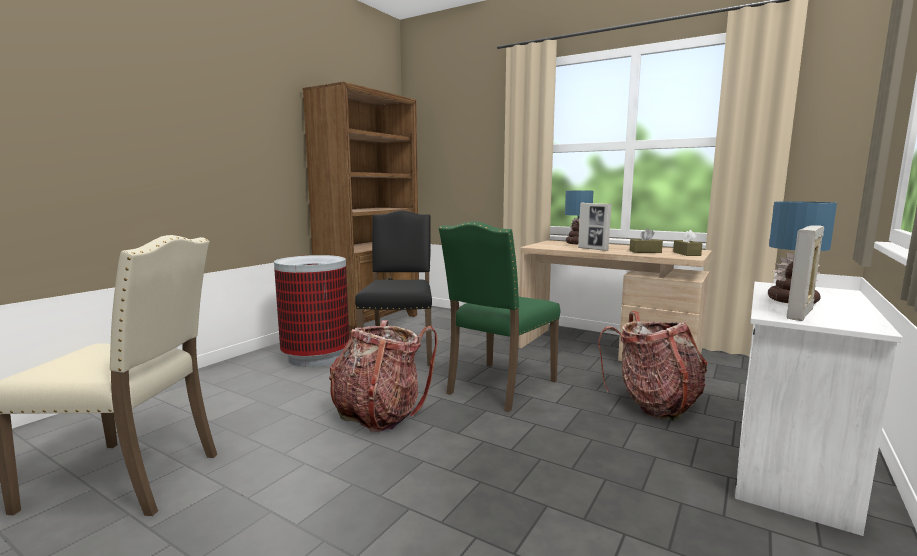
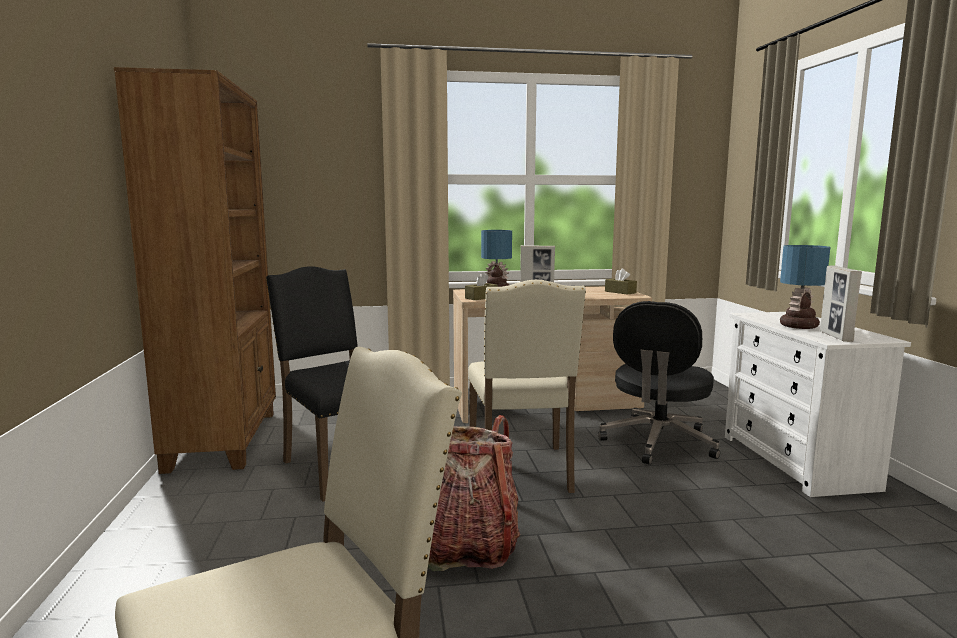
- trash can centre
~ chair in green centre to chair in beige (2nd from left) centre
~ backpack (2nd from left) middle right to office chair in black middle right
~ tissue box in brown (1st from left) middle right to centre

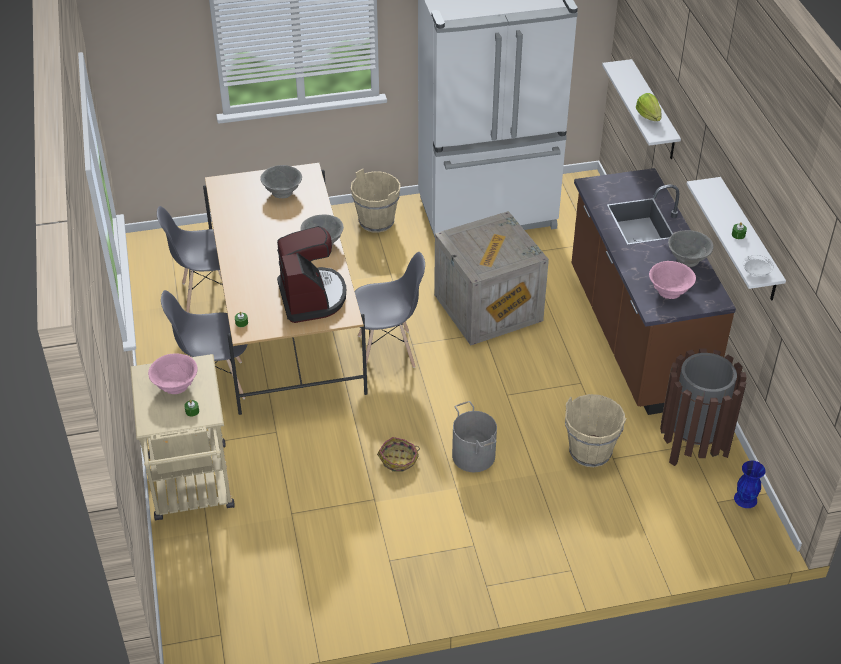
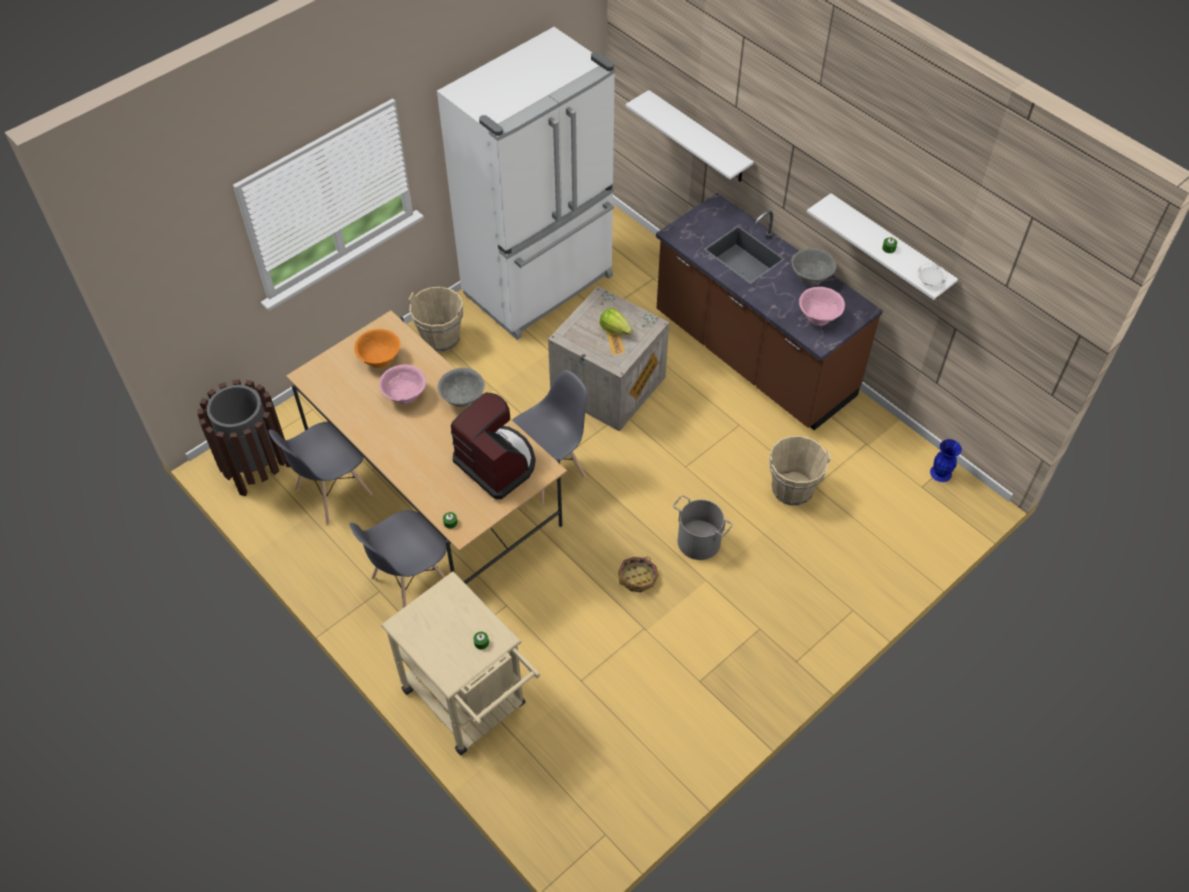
~ bowl in pink (1st from left) middle left to centre
~ bowl in grey (1st from left) top centre to bowl in orange middle left
~ lettuce top right to centre
~ trash can in brown middle right to middle left

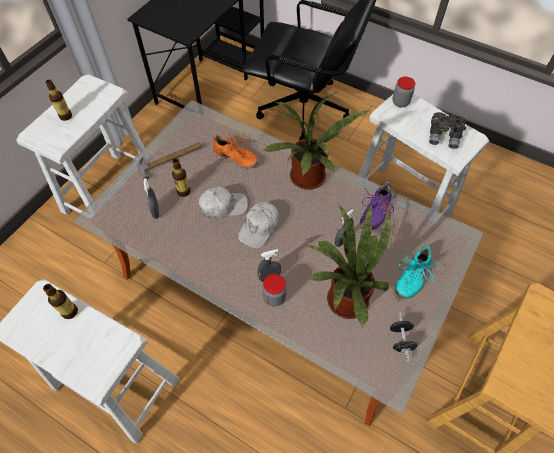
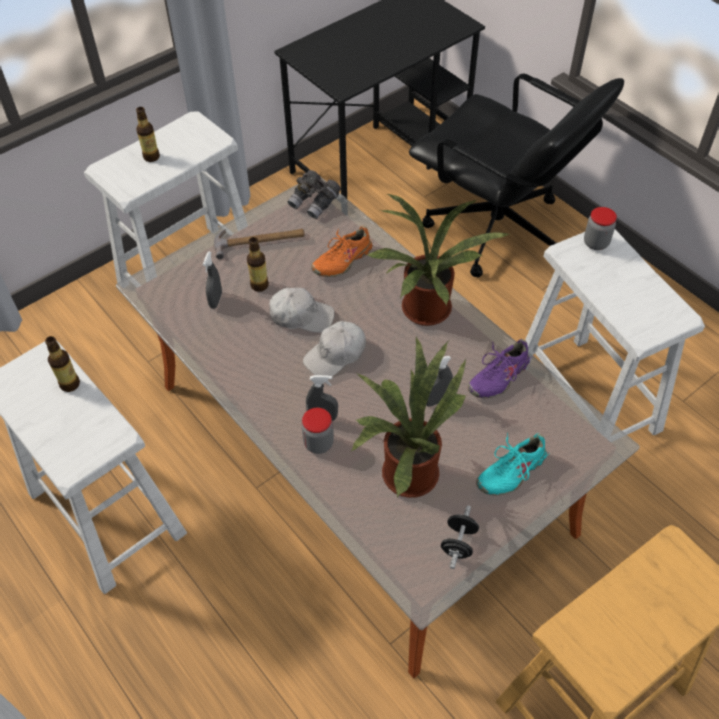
~ shoe in orange top centre = centre 90 degrees clockwise
~ binoculars in grey top right to top centre

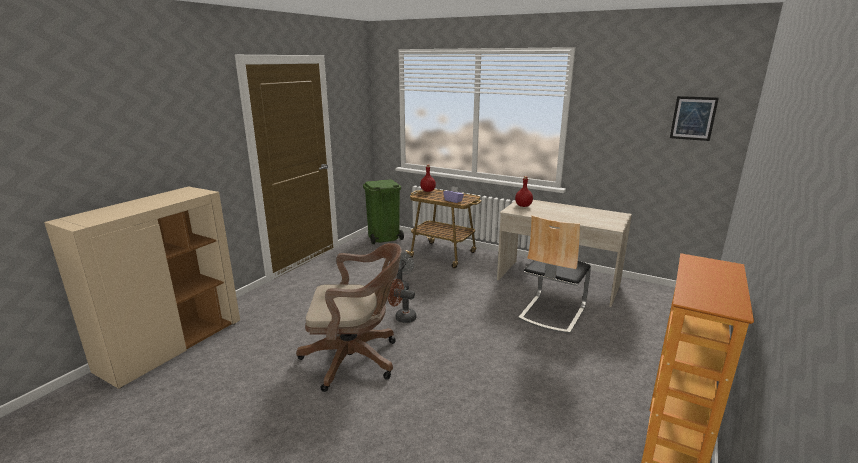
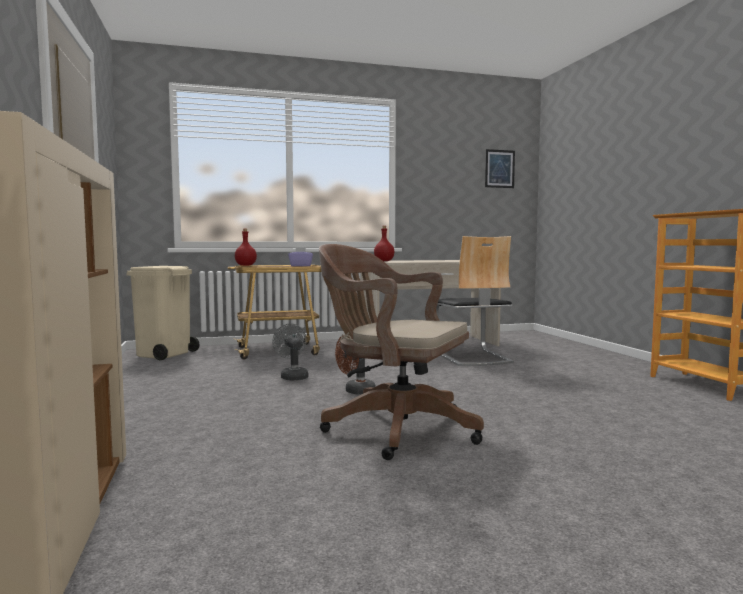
~ office chair in brown bottom centre = centre 105 degrees counterclockwise
~ trash can in green centre to trash can in beige middle left

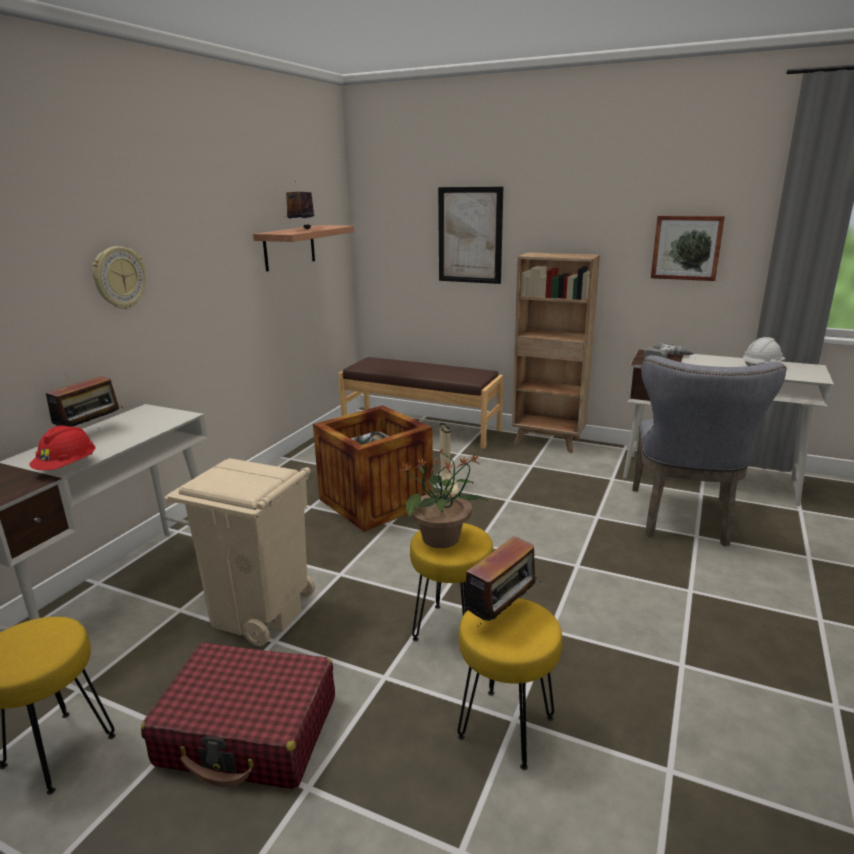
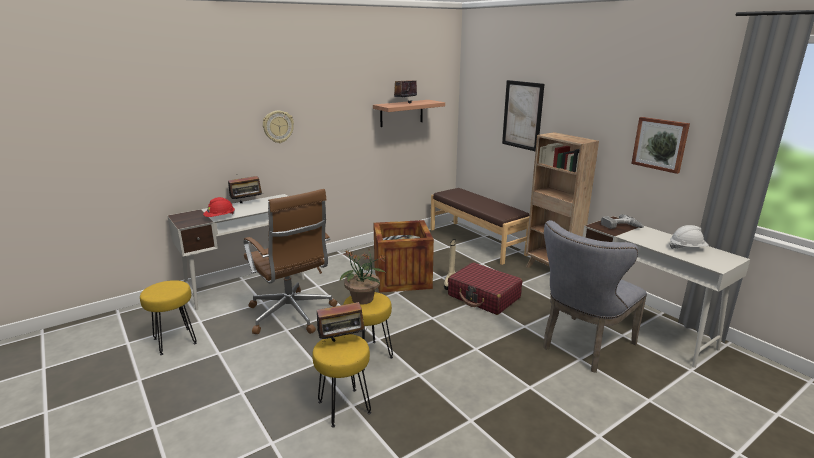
~ suitcase in red bottom left to centre
~ trash can in beige middle left to office chair in brown centre

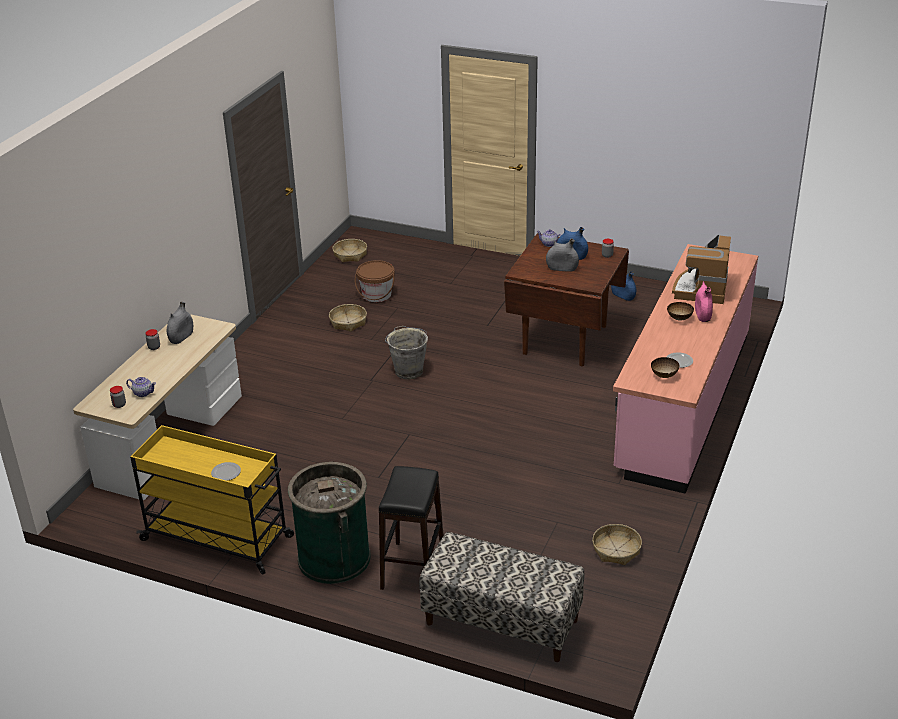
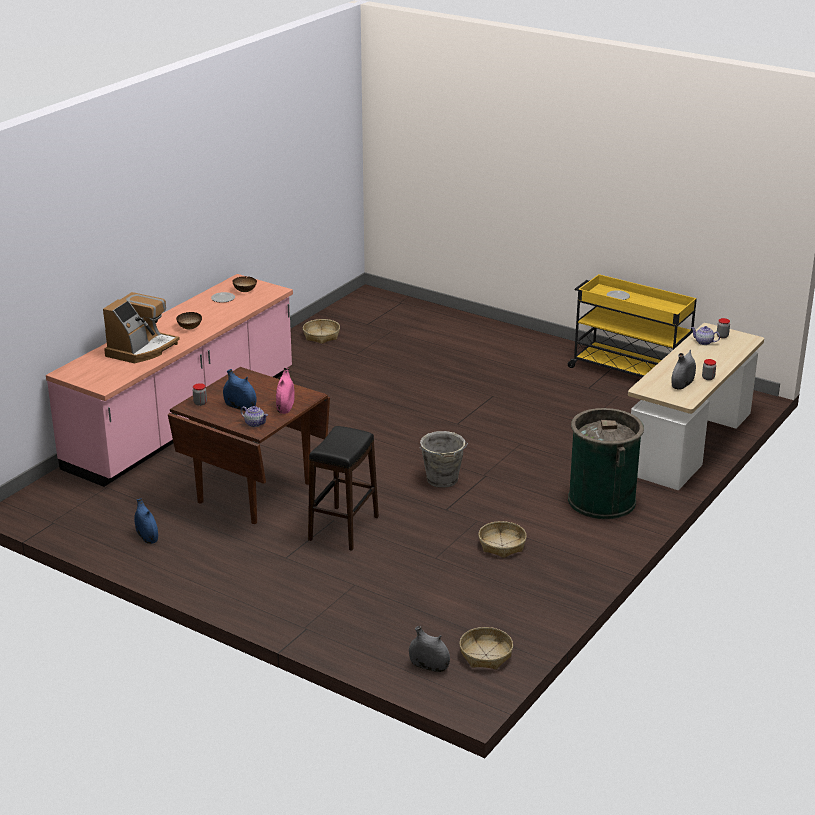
~ trash can in green bottom centre to middle right
- bucket in brown centre
~ stool in black bottom centre to centre
- bench bottom centre
~ vase in grey (2nd from left in the first image) centre to vase in grey (1st from left) bottom centre
~ vase in pink middle right to centre

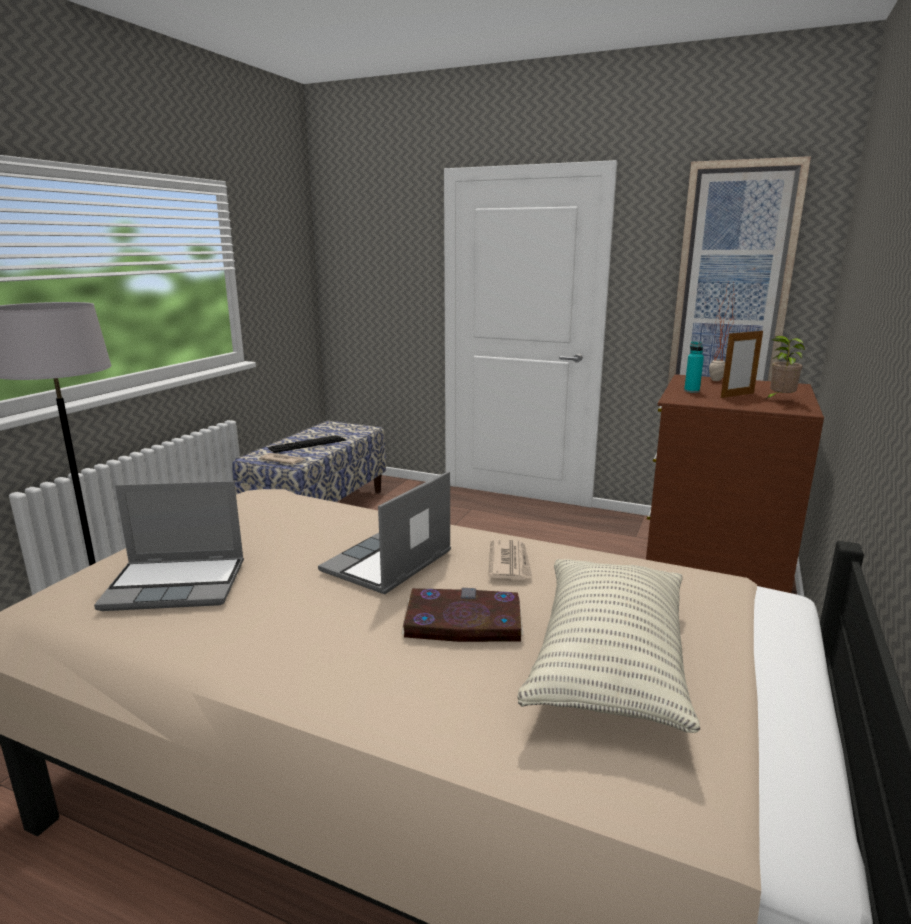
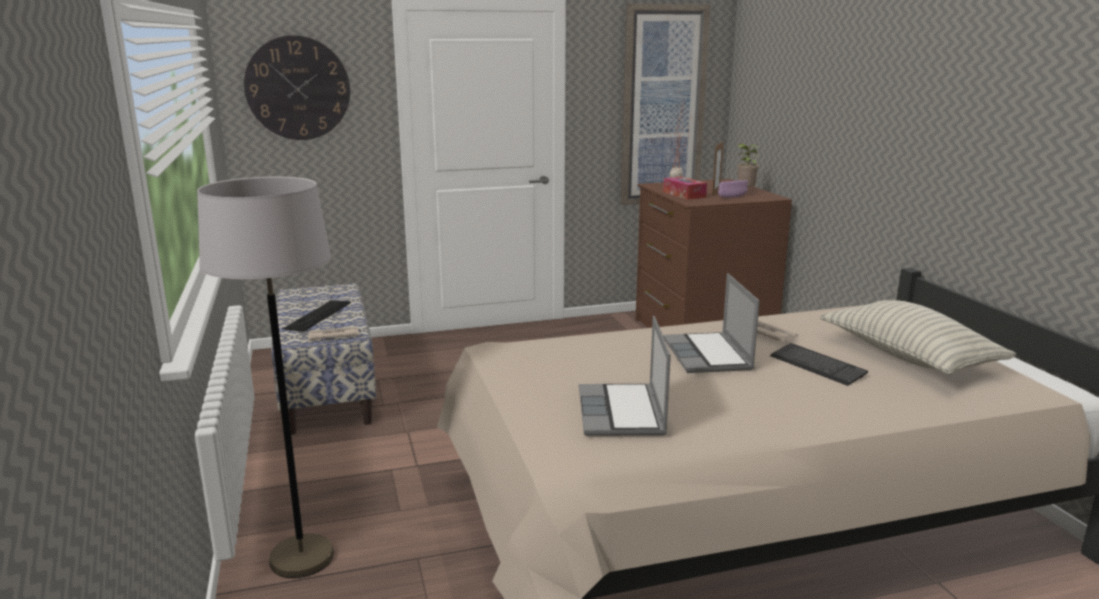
~ laptop (1st from left) middle left = centre 135 degrees clockwise
~ book centre to keyboard (2nd from left) middle right
~ bottle in turquoise middle right to tissue box top centre
+ wall clock top left
+ bowl in purple top right

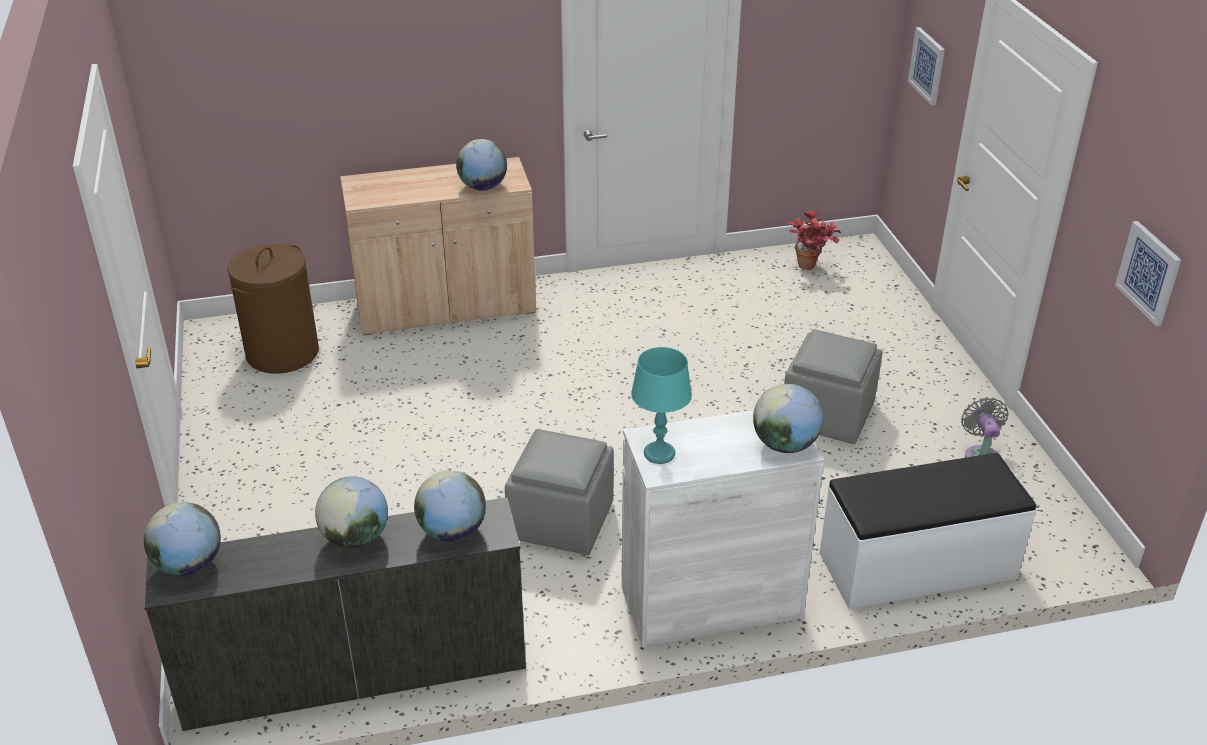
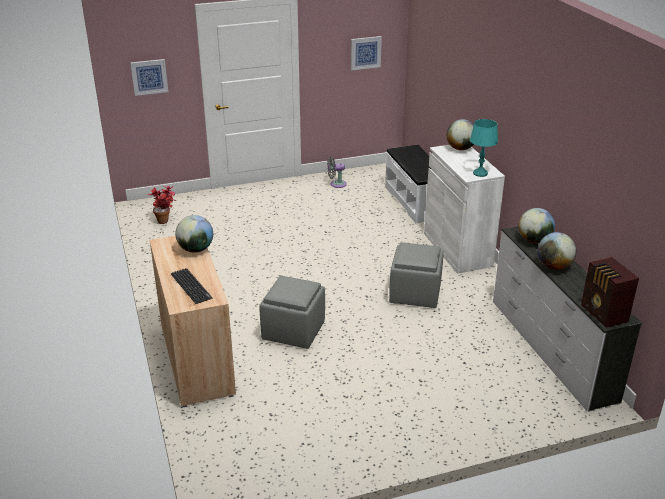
~ globe (1st from left) bottom left to radio middle right
- laundry basket in brown middle left
~ ottoman in grey (2nd from left in the first image) middle right to ottoman in grey (1st from left) centre
+ keyboard middle left

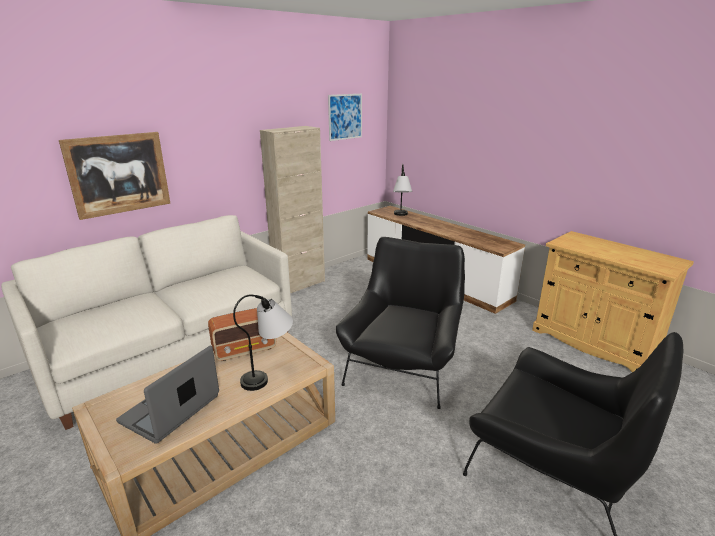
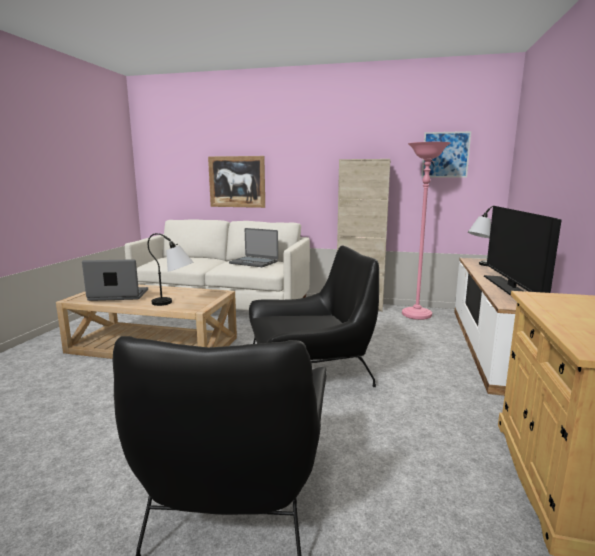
- radio centre
+ laptop (2nd from left) centre
+ floor lamp in pink middle right
+ television middle right

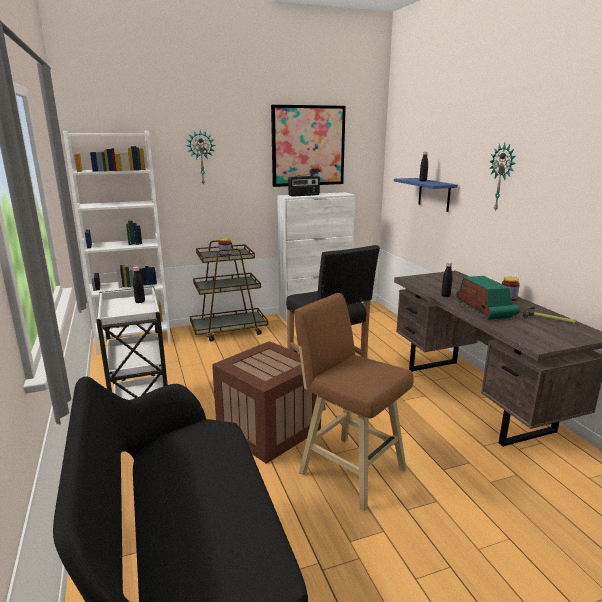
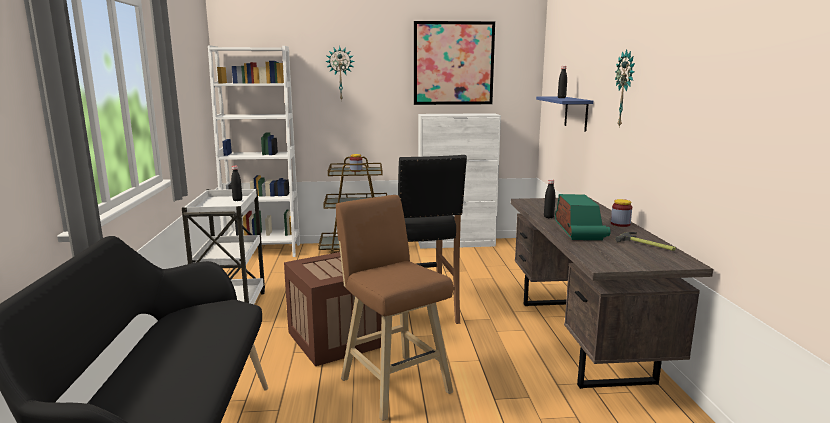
- radio (1st from left) top centre

